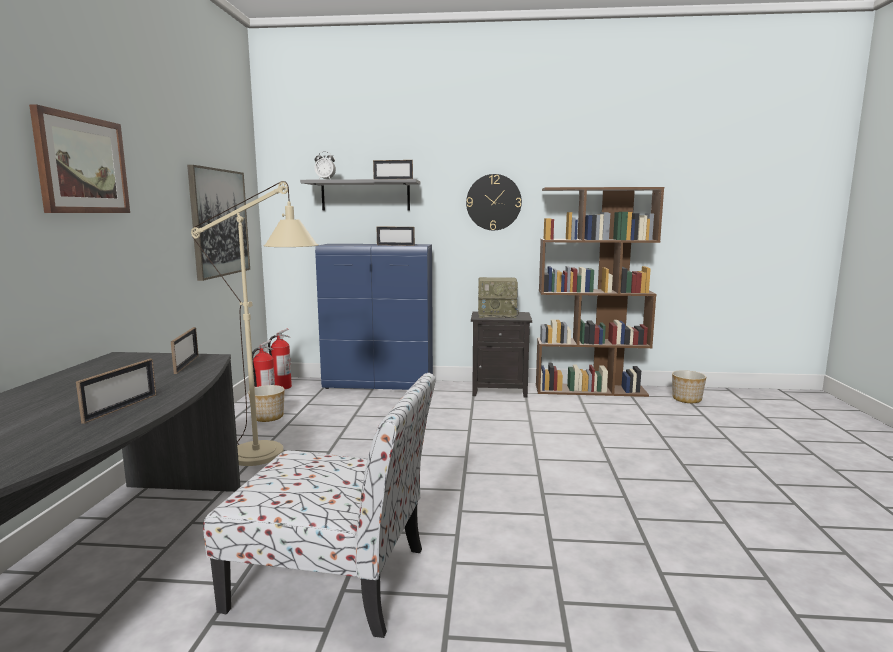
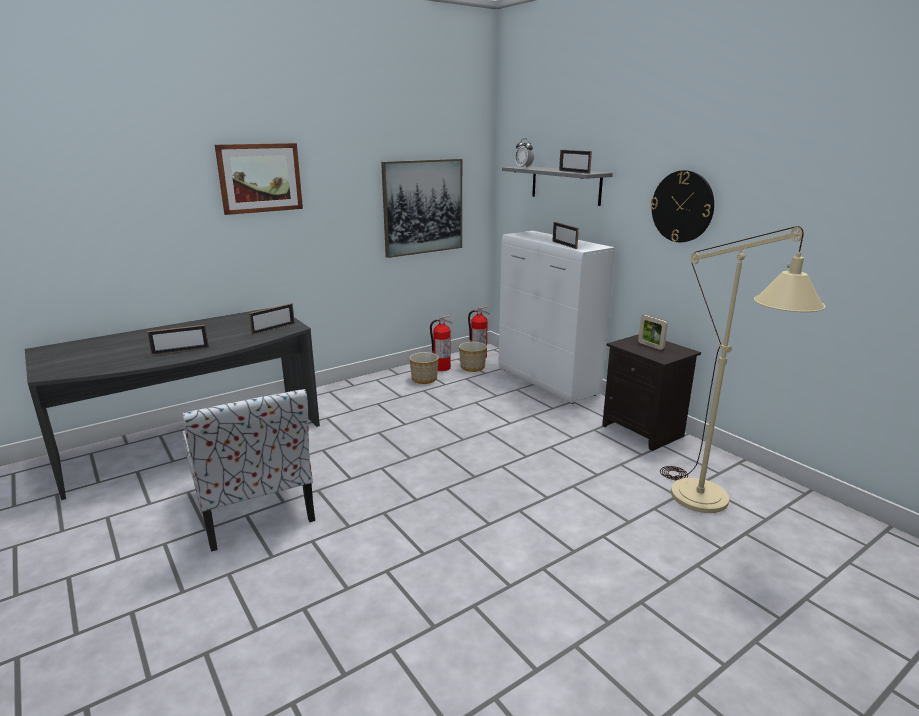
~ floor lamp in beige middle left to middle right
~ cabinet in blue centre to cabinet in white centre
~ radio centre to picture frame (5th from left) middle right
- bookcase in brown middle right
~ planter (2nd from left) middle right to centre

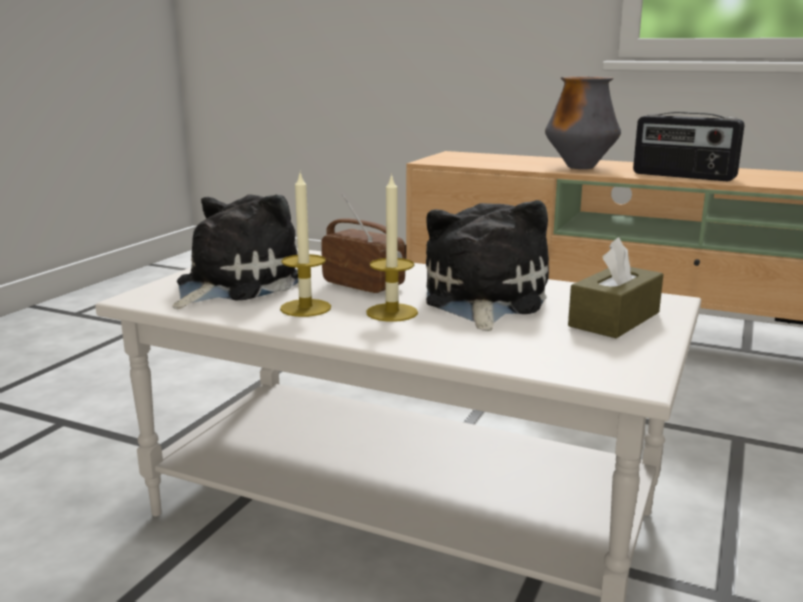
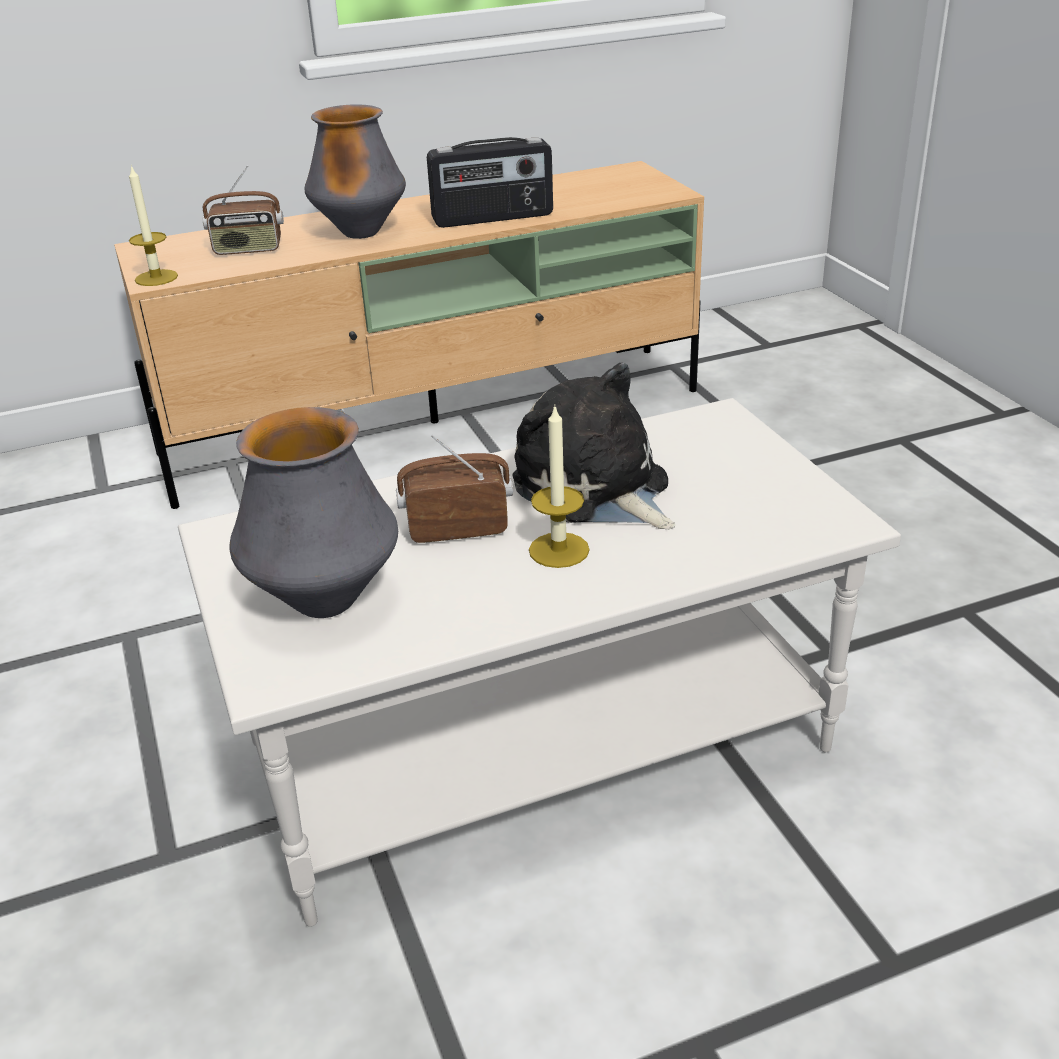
~ plush toy (1st from left) middle left to vase (1st from left) middle left
~ candle (1st from left) centre to top left
- tissue box in brown middle right
+ radio (1st from left) top left

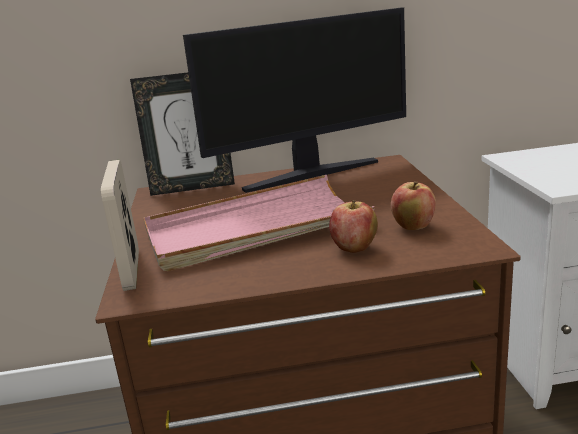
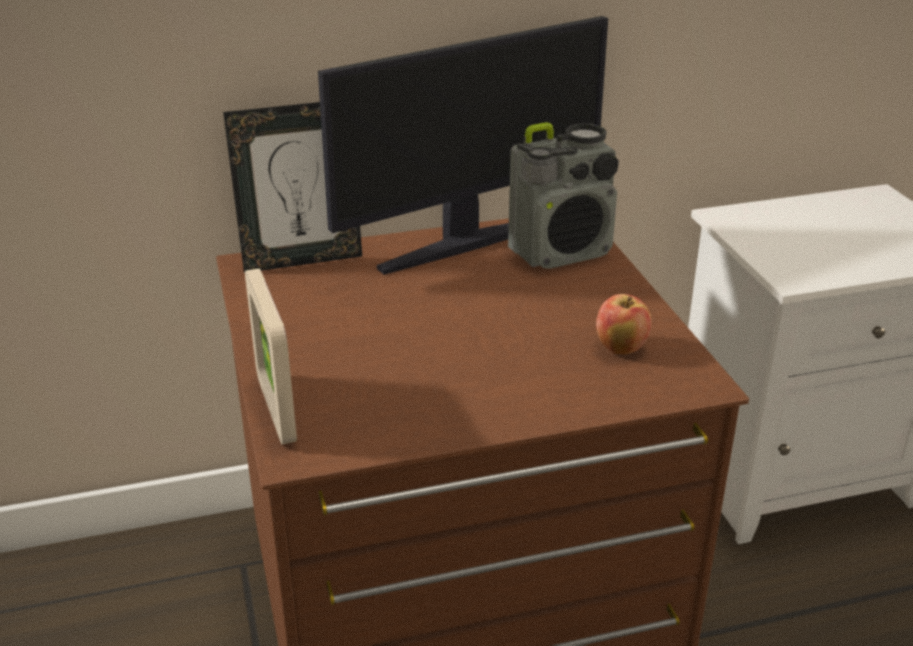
- tray in pink centre
- apple (1st from left) centre
+ radio top centre

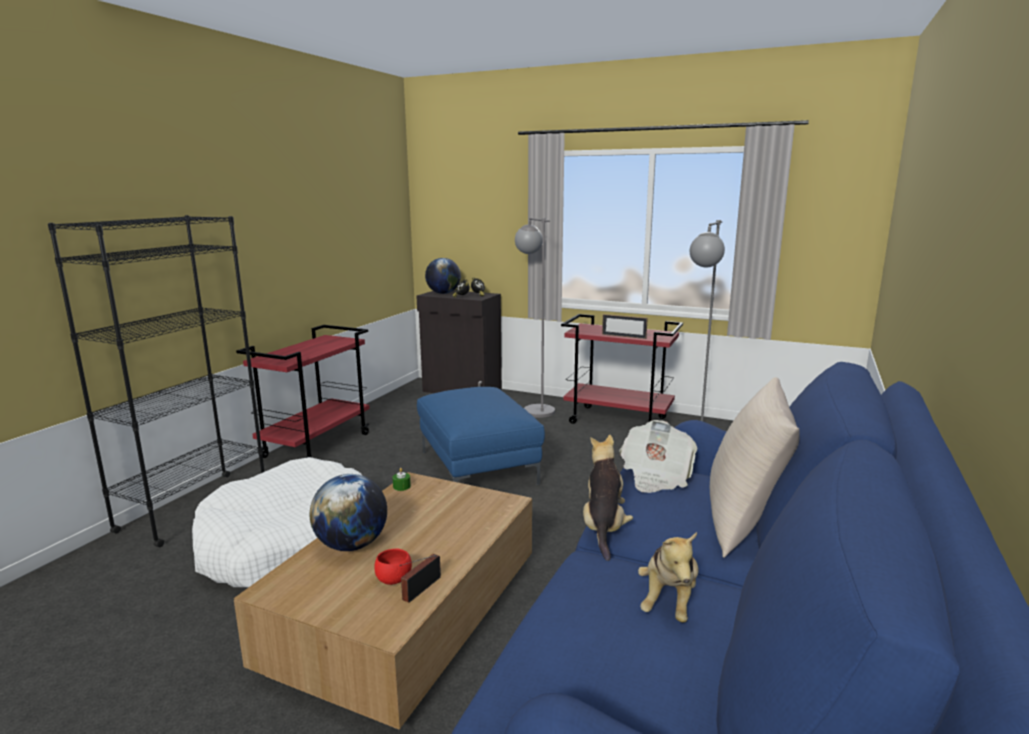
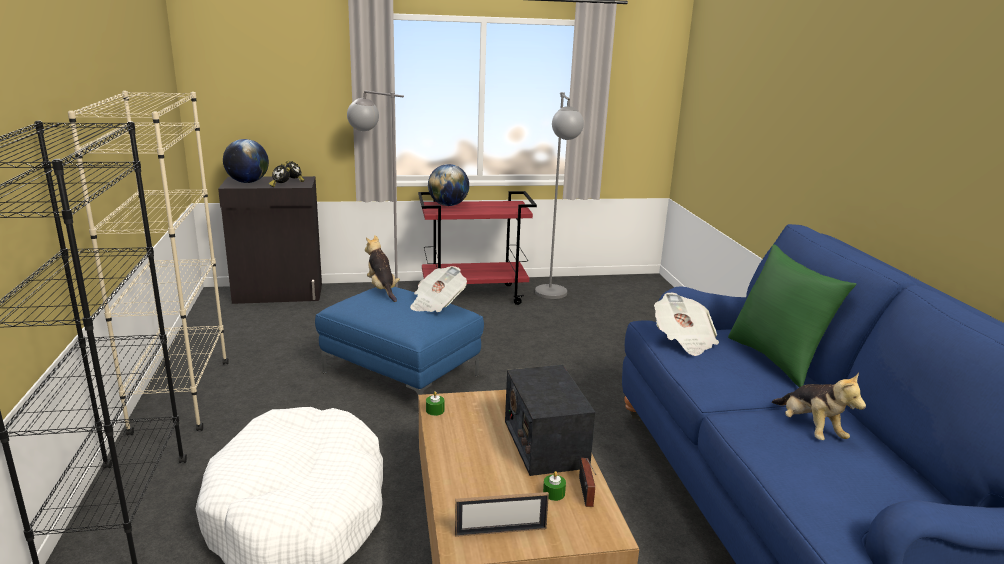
~ cart in red (1st from left) middle left to bookcase in beige middle left
~ globe (1st from left in the first image) bottom centre to globe (2nd from left) top centre
~ bowl in red bottom centre to candle in green (2nd from left) bottom centre
~ plush toy (1st from left) bottom centre to centre
~ picture frame centre to bottom centre
~ pillow in beige middle right to pillow in green middle right
+ newspaper (1st from left) centre
+ radio (1st from left) bottom centre

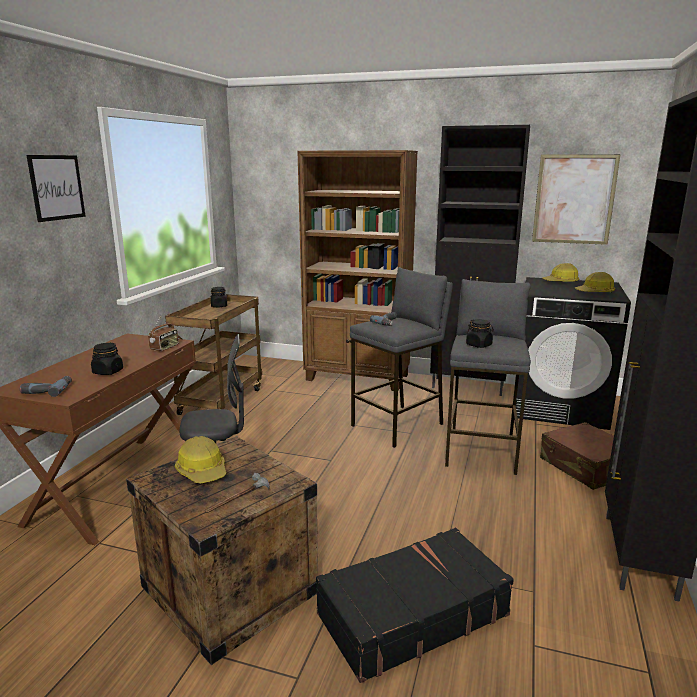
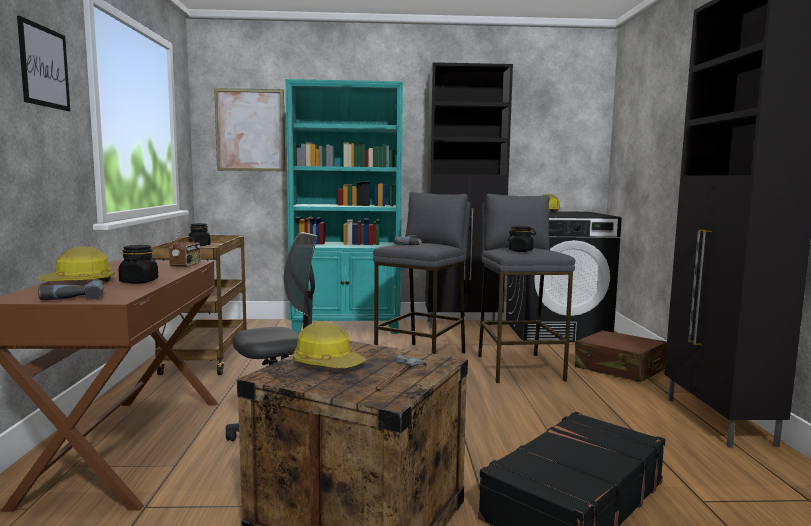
~ bookcase in brown centre to bookcase in turquoise centre
~ picture (2nd from left) top right to top left
~ hard hat (3rd from left in the first image) middle right to hard hat (1st from left) middle left

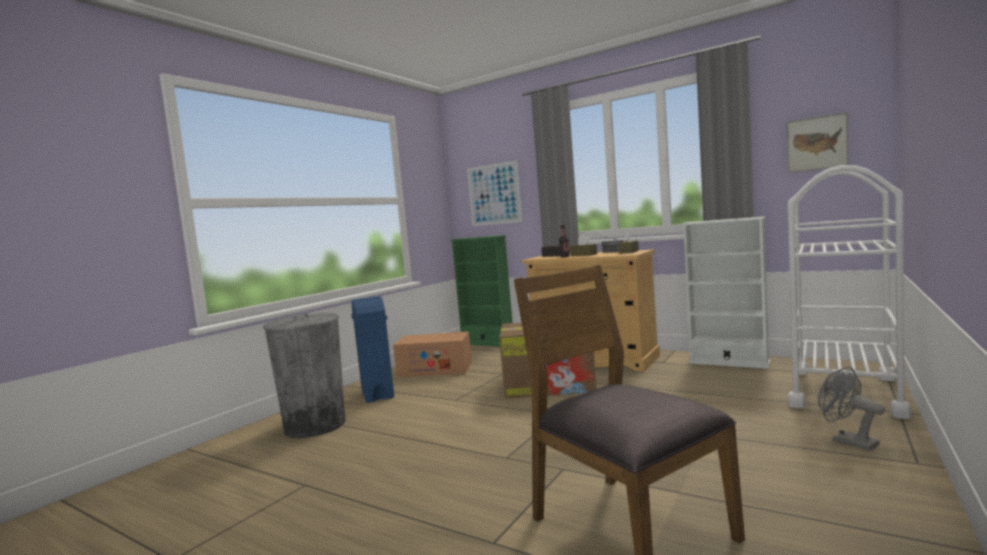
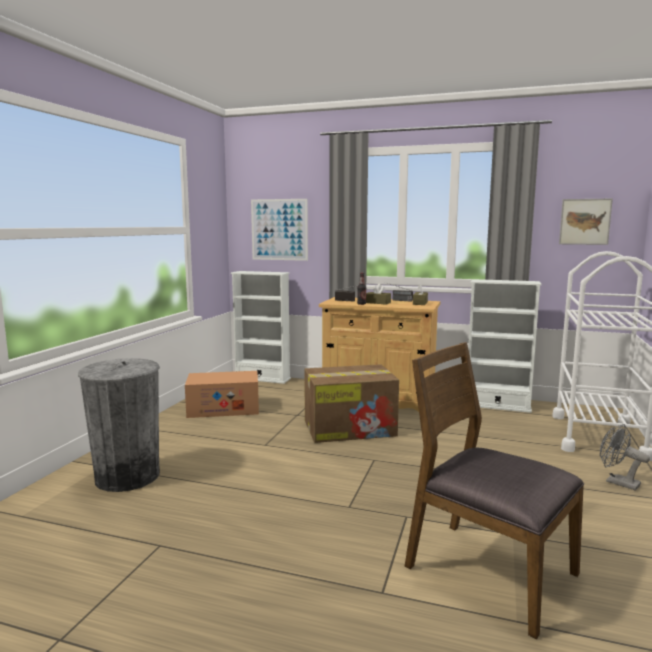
- trash can in blue centre
~ bookcase in green centre to bookcase in white (1st from left) centre

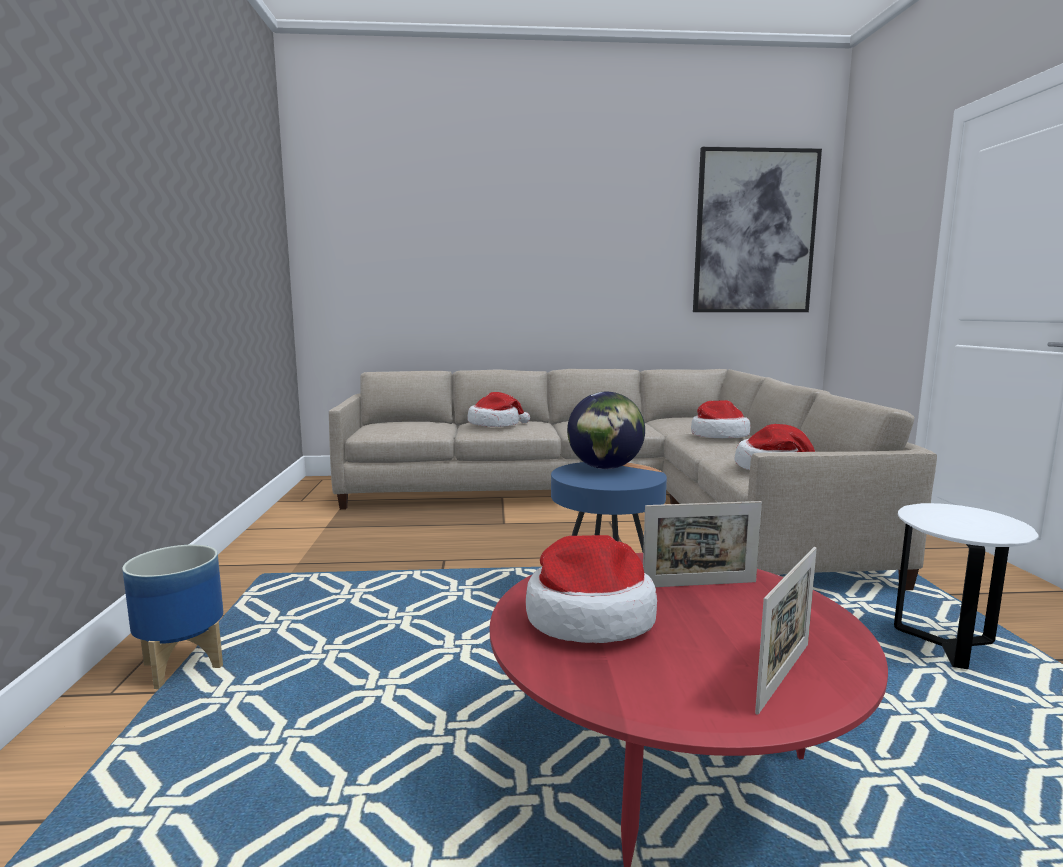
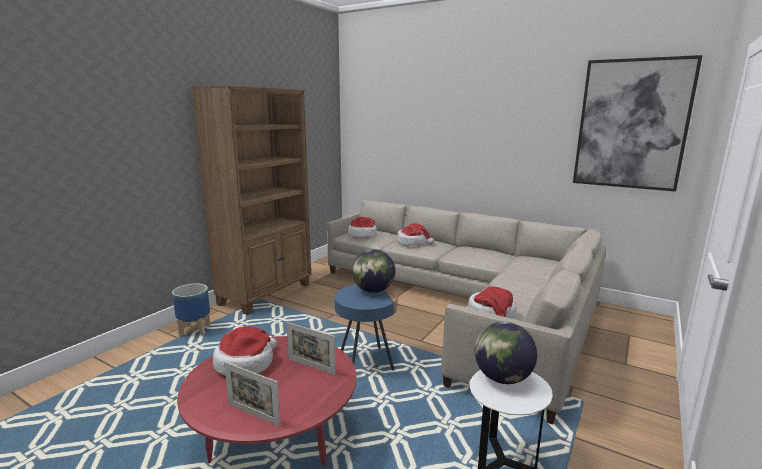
~ hat (3rd from left in the first image) middle right to hat (2nd from left) centre
~ picture frame (2nd from left in the first image) bottom right = bottom left 45 degrees clockwise
+ bookcase in brown middle left
+ globe (2nd from left) bottom centre

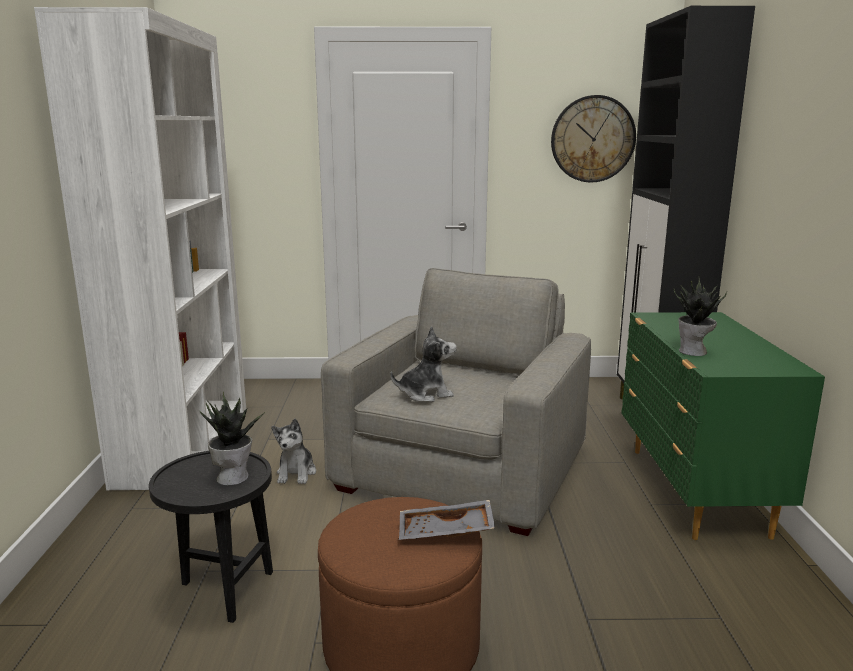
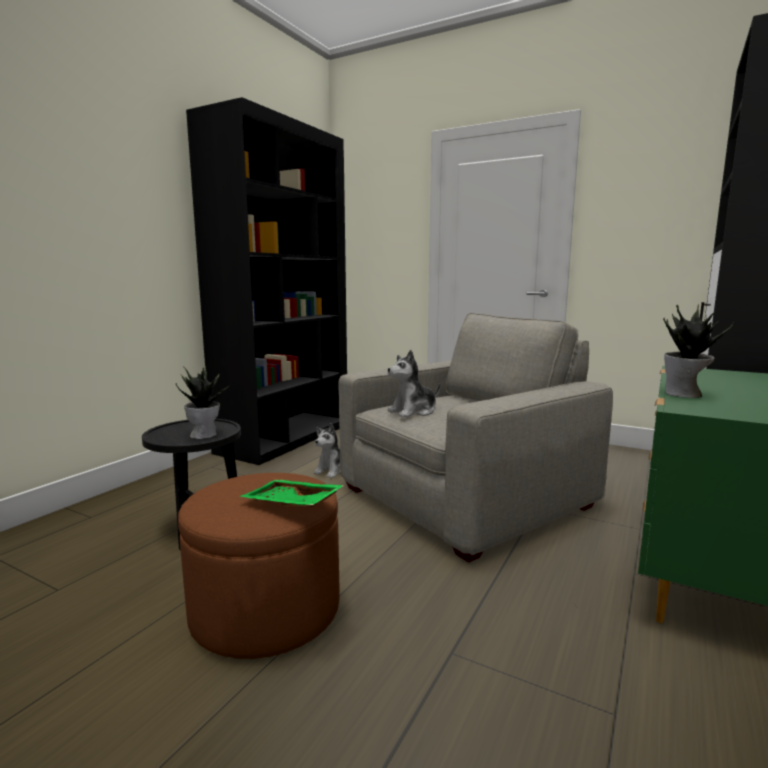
~ bookcase in white middle left to bookcase in black centre
~ plush toy (2nd from left) centre = centre 135 degrees clockwise
~ tray in grey bottom centre to tray in green centre
- wall clock top right

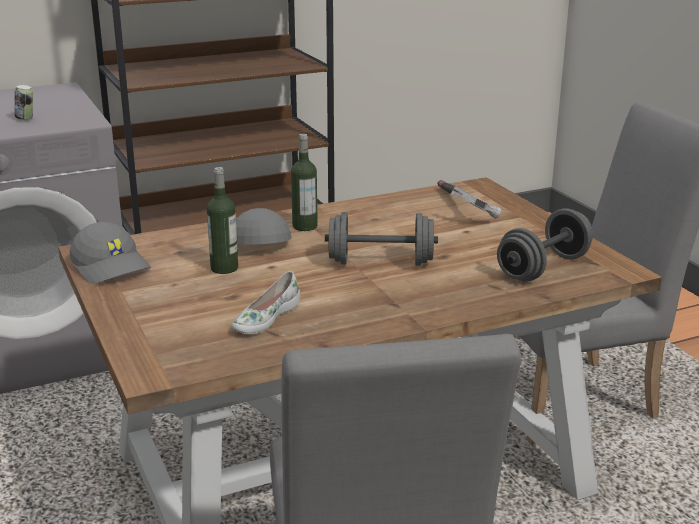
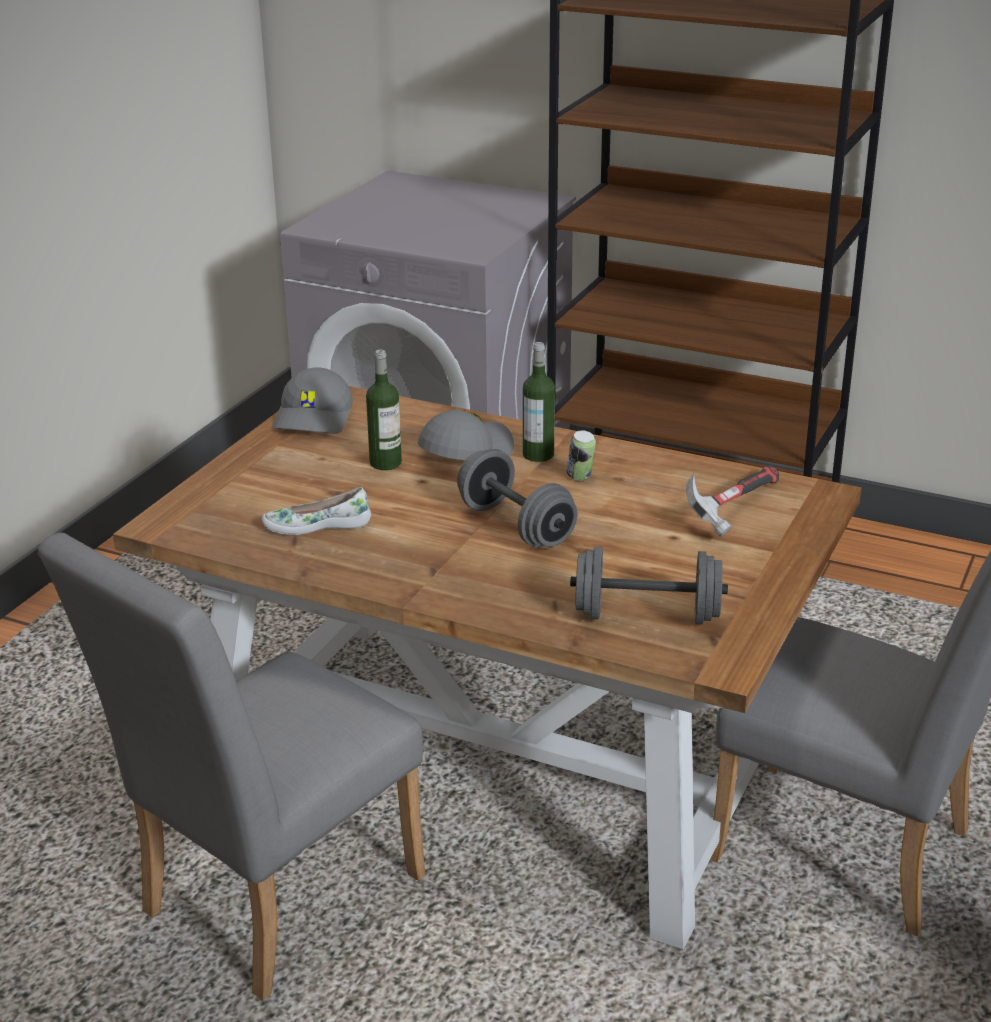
~ can top left to centre

